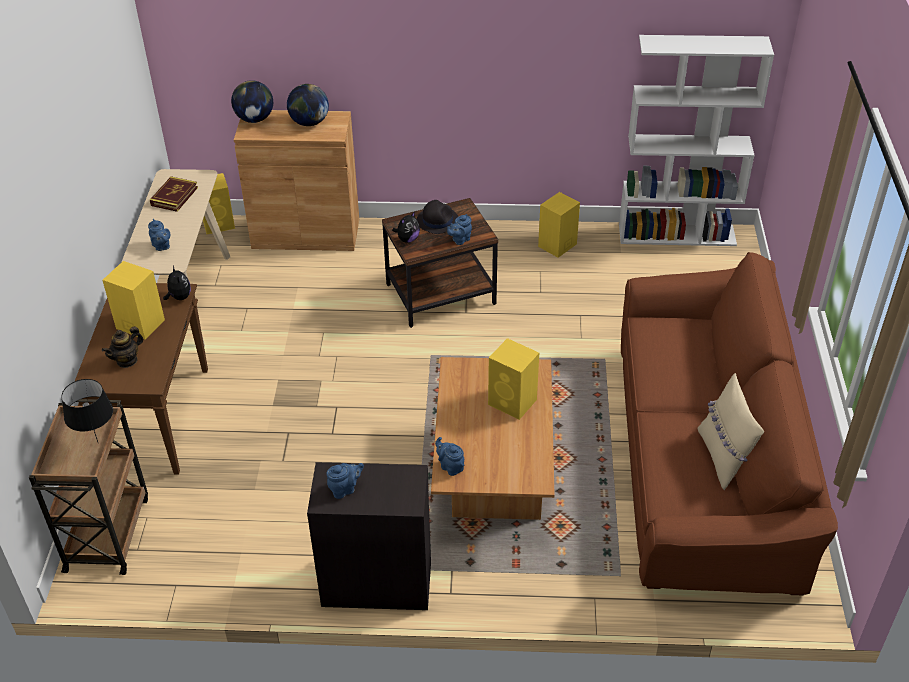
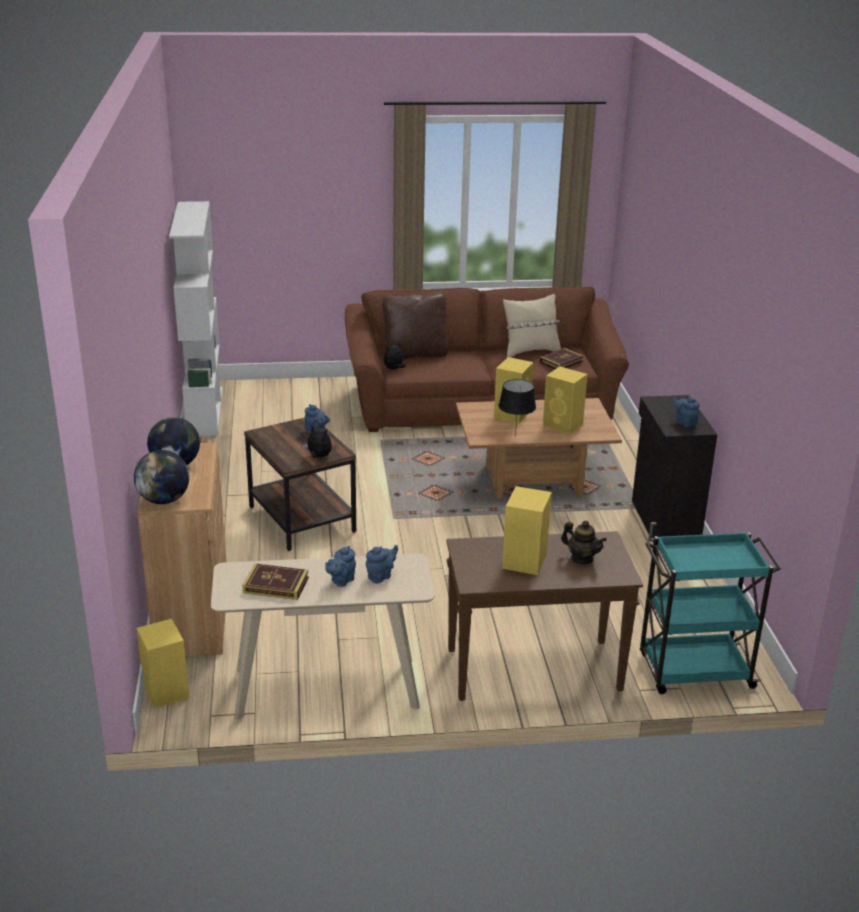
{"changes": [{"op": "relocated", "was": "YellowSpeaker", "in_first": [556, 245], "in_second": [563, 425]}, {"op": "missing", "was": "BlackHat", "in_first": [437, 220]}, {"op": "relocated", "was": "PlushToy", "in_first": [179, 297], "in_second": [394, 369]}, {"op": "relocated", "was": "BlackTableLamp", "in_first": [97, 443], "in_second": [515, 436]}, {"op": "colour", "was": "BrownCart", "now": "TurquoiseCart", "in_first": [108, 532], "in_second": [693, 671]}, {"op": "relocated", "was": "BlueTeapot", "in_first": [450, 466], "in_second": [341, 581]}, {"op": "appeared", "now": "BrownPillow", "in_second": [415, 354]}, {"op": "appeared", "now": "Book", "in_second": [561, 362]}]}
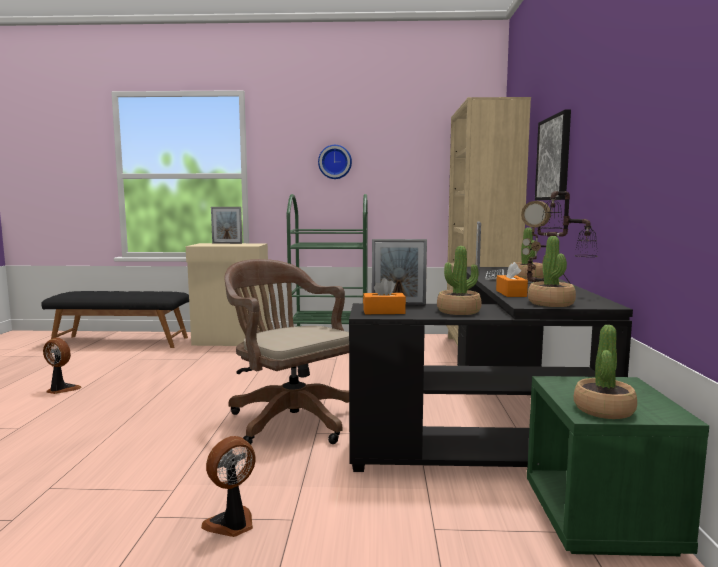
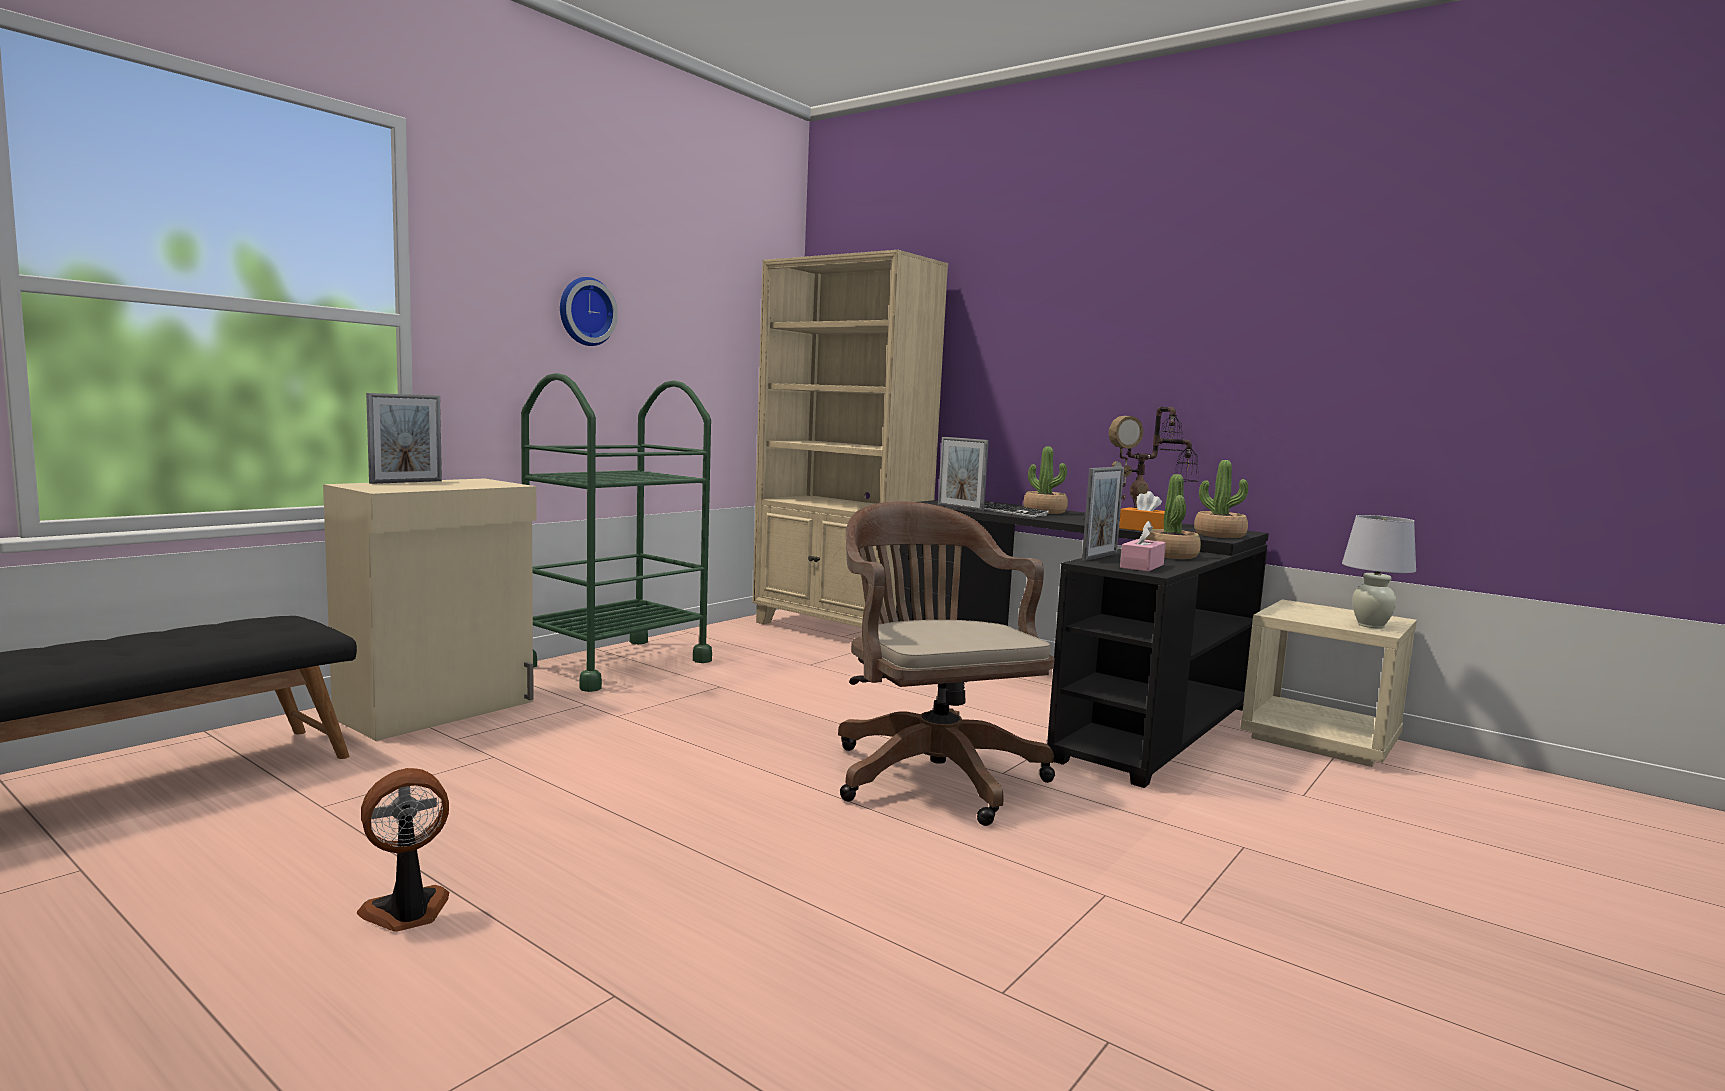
{"changes": [{"op": "missing", "was": "Picture", "in_first": [554, 158]}, {"op": "spun", "was": "BrownOfficeChair", "in_first": [290, 418], "in_second": [931, 772], "clockwise": 75}, {"op": "colour", "was": "OrangeTissueBox", "now": "PinkTissueBox", "in_first": [384, 312], "in_second": [1142, 566]}, {"op": "exchanged", "was": "PottedPlant", "now": "WhiteTableLamp", "in_first": [604, 410], "in_second": [1370, 625]}, {"op": "colour", "was": "GreenNightstand", "now": "BeigeNightstand", "in_first": [601, 520], "in_second": [1321, 739]}, {"op": "missing", "was": "Fan", "in_first": [232, 524]}]}
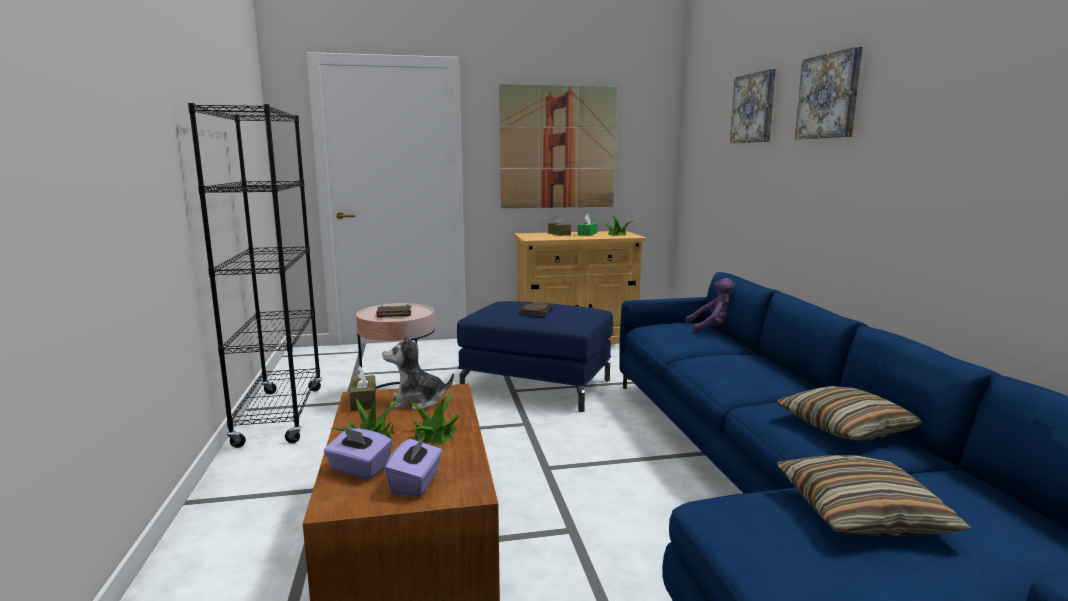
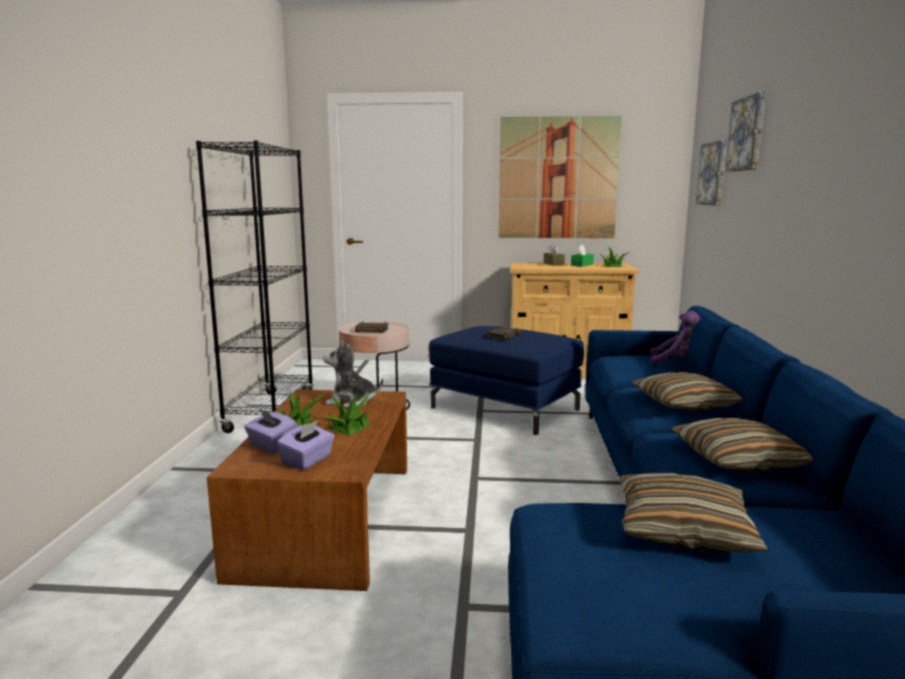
{"changes": [{"op": "relocated", "was": "Picture", "in_first": [829, 96], "in_second": [713, 174]}, {"op": "missing", "was": "BrownTissueBox", "in_first": [363, 401]}, {"op": "appeared", "now": "Pillow", "in_second": [685, 404]}]}
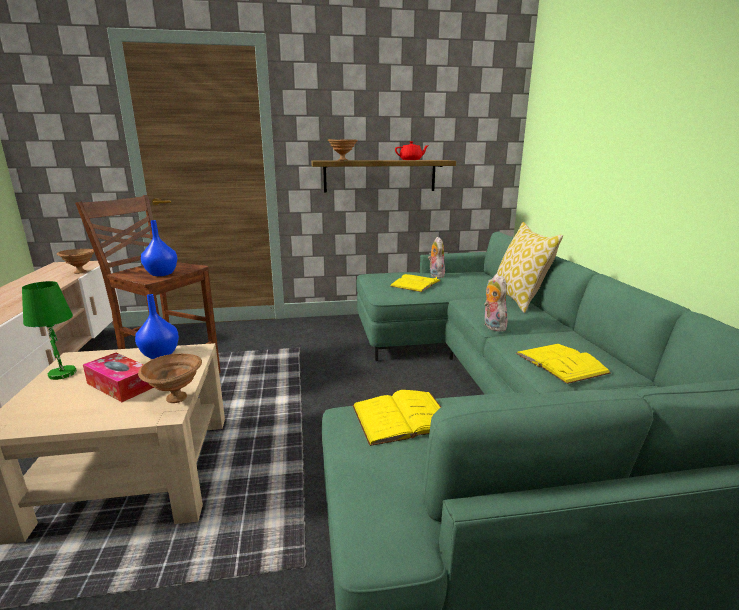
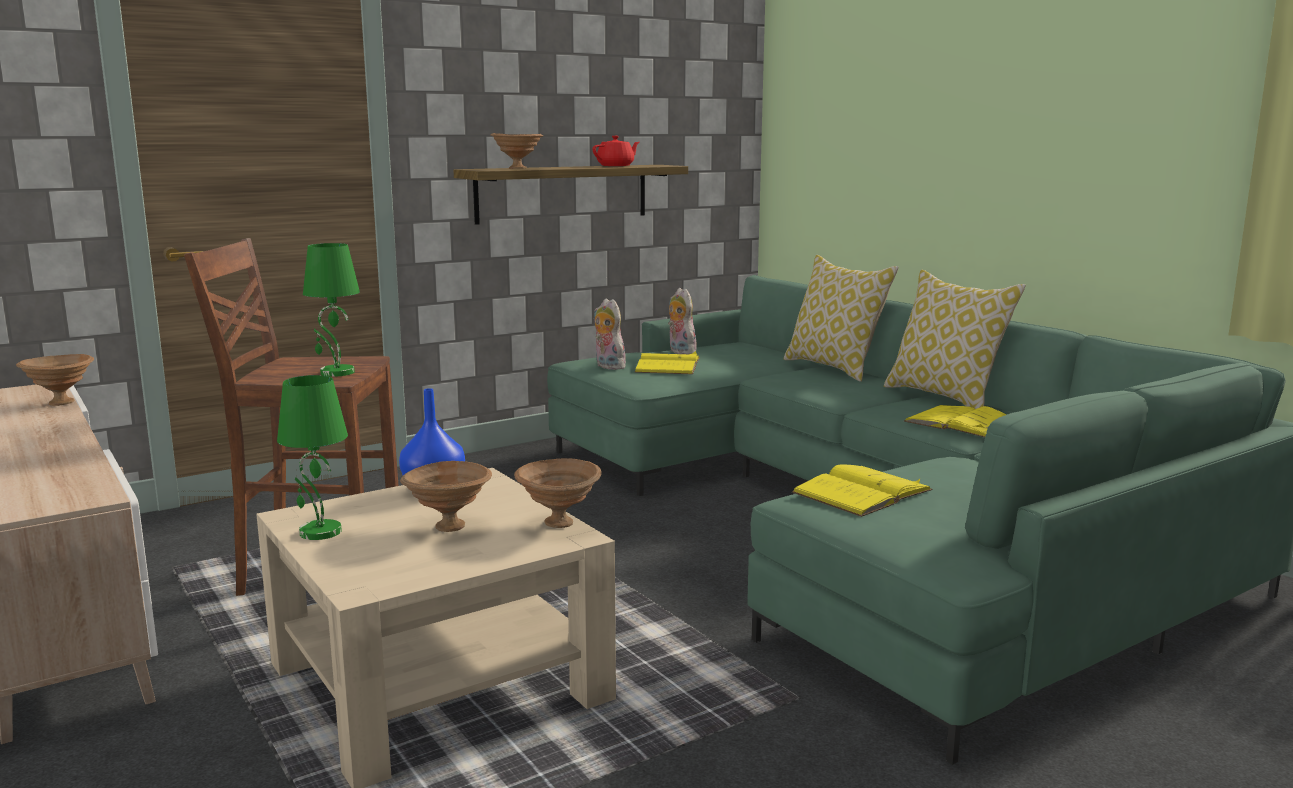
{"changes": [{"op": "exchanged", "was": "BlueVase", "now": "GreenTableLamp", "in_first": [161, 274], "in_second": [336, 373]}, {"op": "relocated", "was": "PlushToy", "in_first": [492, 326], "in_second": [607, 366]}, {"op": "exchanged", "was": "TissueBox", "now": "BrownBowl", "in_first": [120, 385], "in_second": [447, 526]}, {"op": "appeared", "now": "Pillow", "in_second": [945, 397]}]}
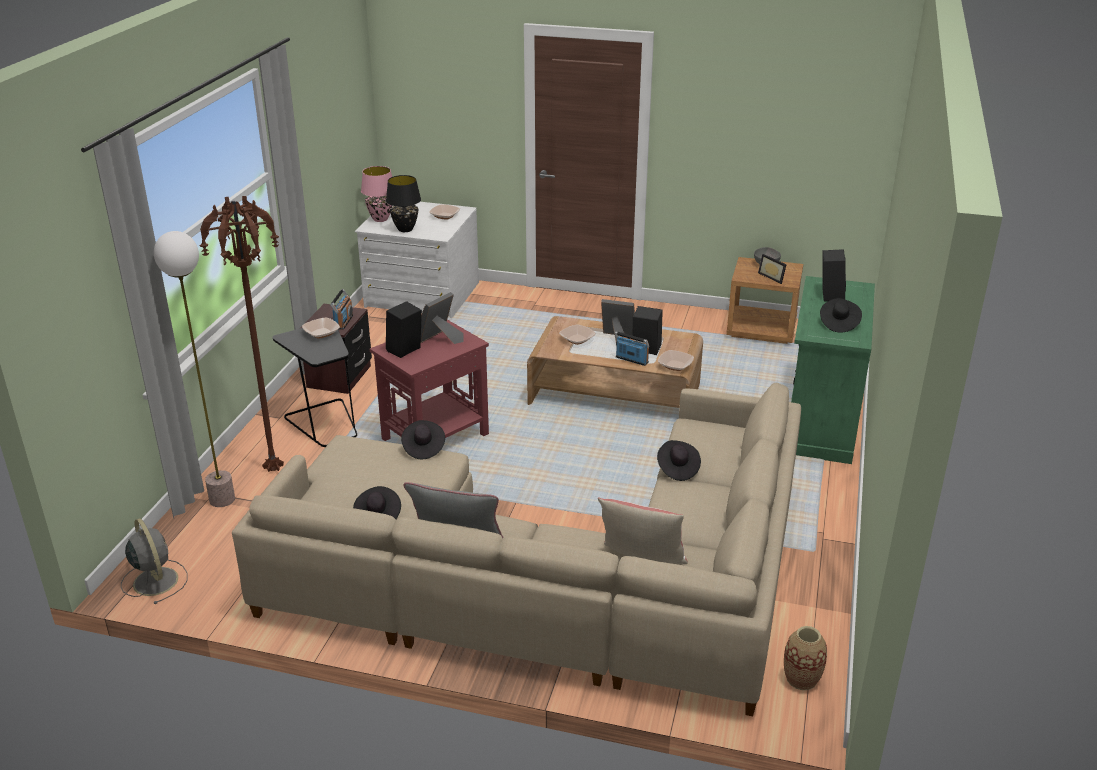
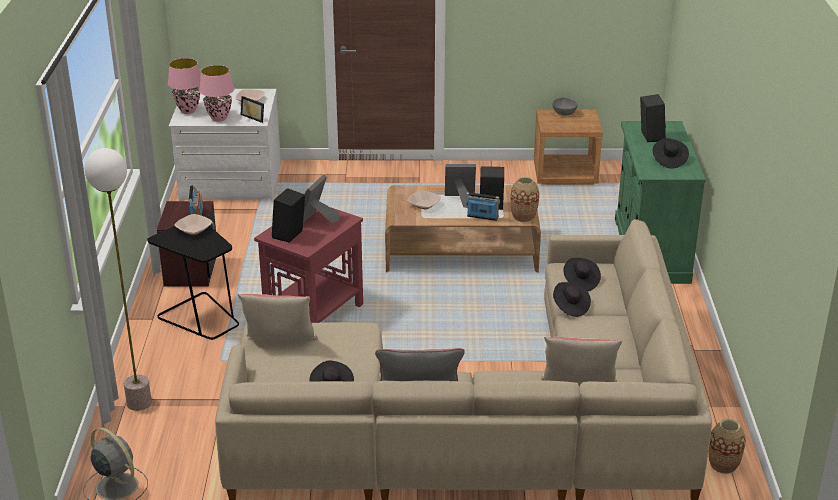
{"changes": [{"op": "colour", "was": "BlackTableLamp", "now": "PinkTableLamp", "in_first": [405, 229], "in_second": [219, 118]}, {"op": "missing", "was": "BrownFloorLamp", "in_first": [276, 470]}, {"op": "relocated", "was": "PictureFrame", "in_first": [773, 277], "in_second": [255, 117]}, {"op": "exchanged", "was": "Bowl", "now": "Vase", "in_first": [675, 365], "in_second": [523, 217]}, {"op": "relocated", "was": "BlackHat", "in_first": [423, 448], "in_second": [580, 282]}, {"op": "appeared", "now": "Pillow", "in_second": [280, 343]}]}
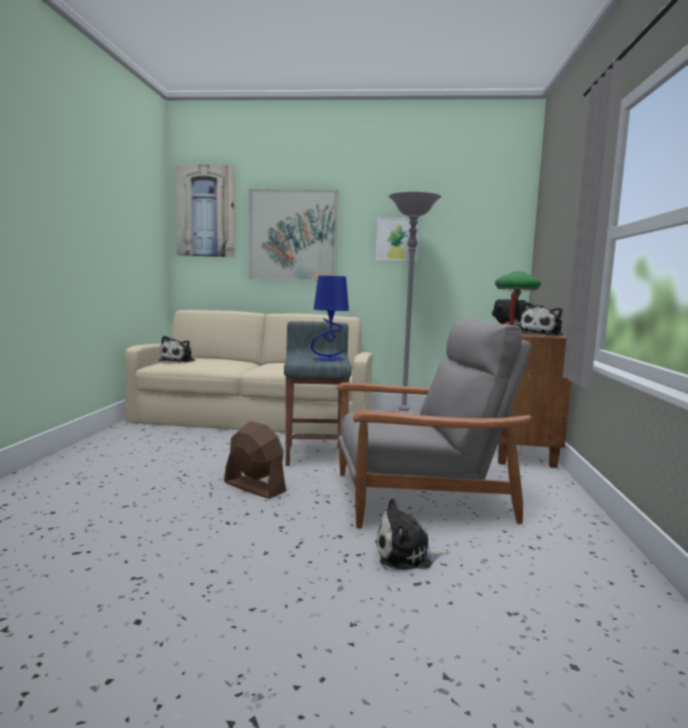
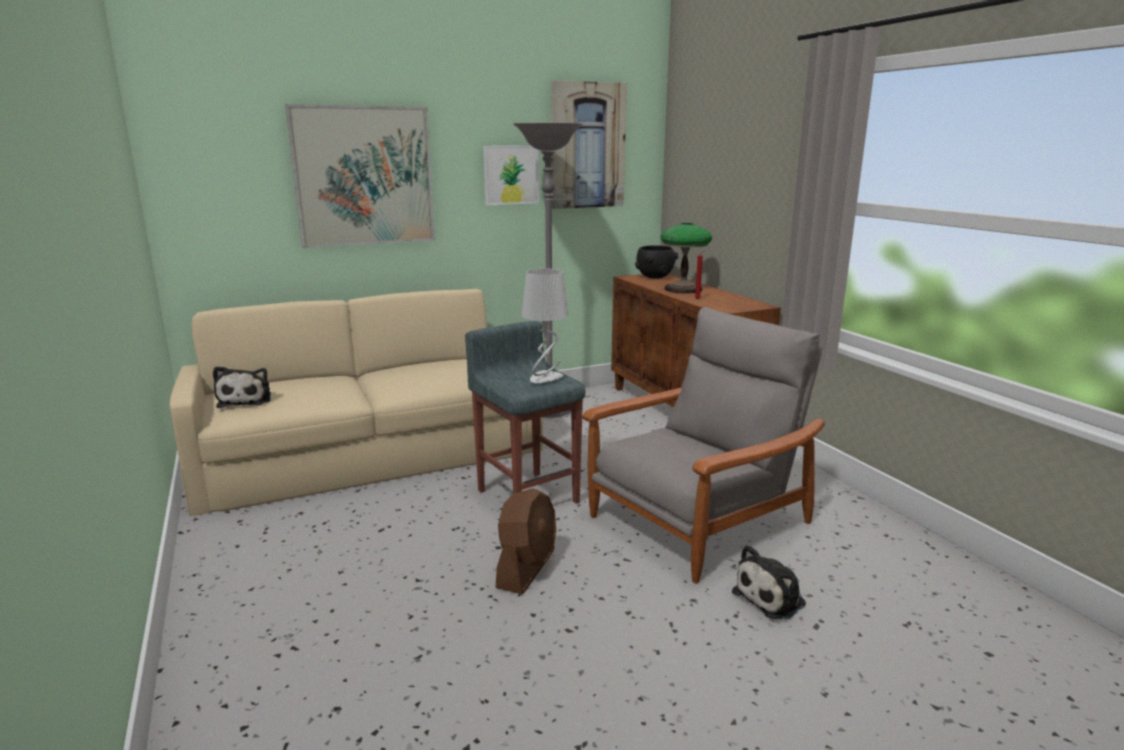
{"changes": [{"op": "relocated", "was": "Picture", "in_first": [206, 211], "in_second": [587, 146]}, {"op": "colour", "was": "BlueTableLamp", "now": "GreyTableLamp", "in_first": [328, 360], "in_second": [545, 378]}, {"op": "missing", "was": "PlushToy", "in_first": [542, 334]}, {"op": "spun", "was": "BrownFan", "in_first": [254, 487], "in_second": [526, 568], "clockwise": 105}]}
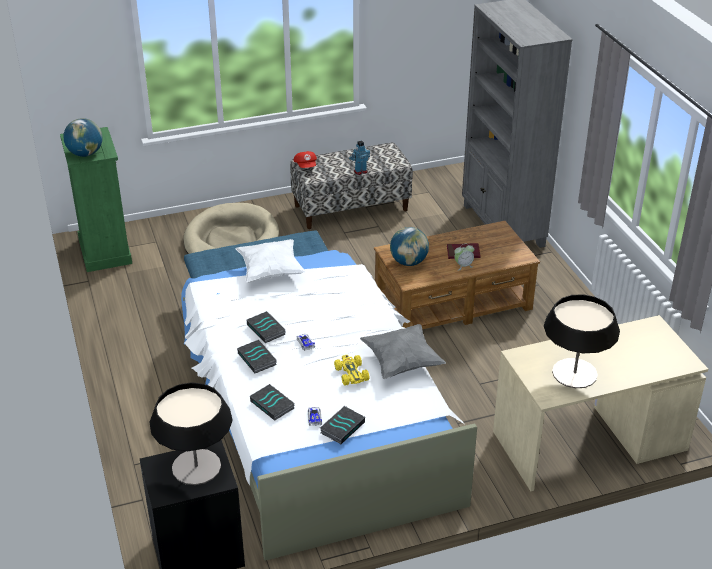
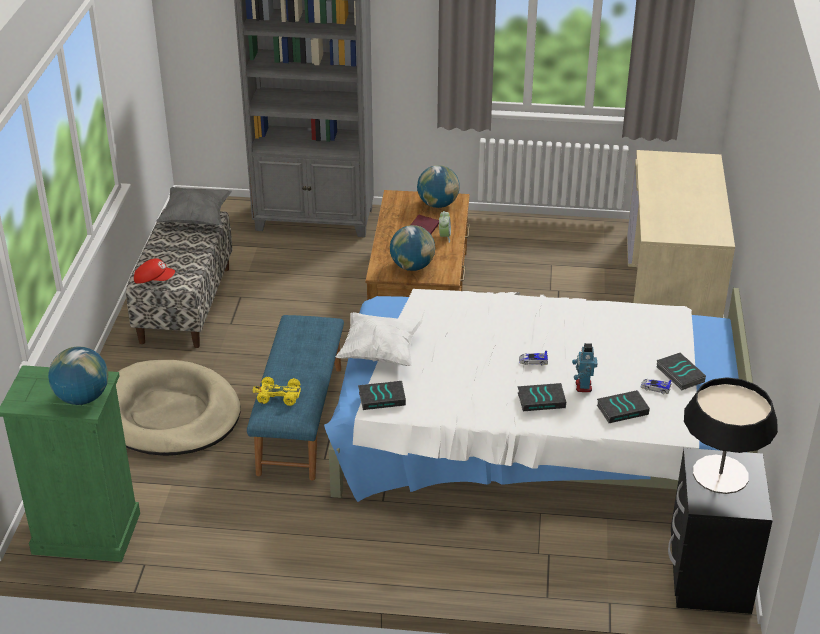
{"changes": [{"op": "relocated", "was": "ToyRobot", "in_first": [360, 171], "in_second": [583, 386]}, {"op": "missing", "was": "TableLamp", "in_first": [574, 373]}, {"op": "relocated", "was": "Book", "in_first": [267, 329], "in_second": [382, 398]}, {"op": "relocated", "was": "GreyPillow", "in_first": [402, 362], "in_second": [196, 218]}, {"op": "relocated", "was": "YellowToyCar", "in_first": [351, 373], "in_second": [278, 396]}, {"op": "appeared", "now": "Globe", "in_second": [438, 204]}]}
